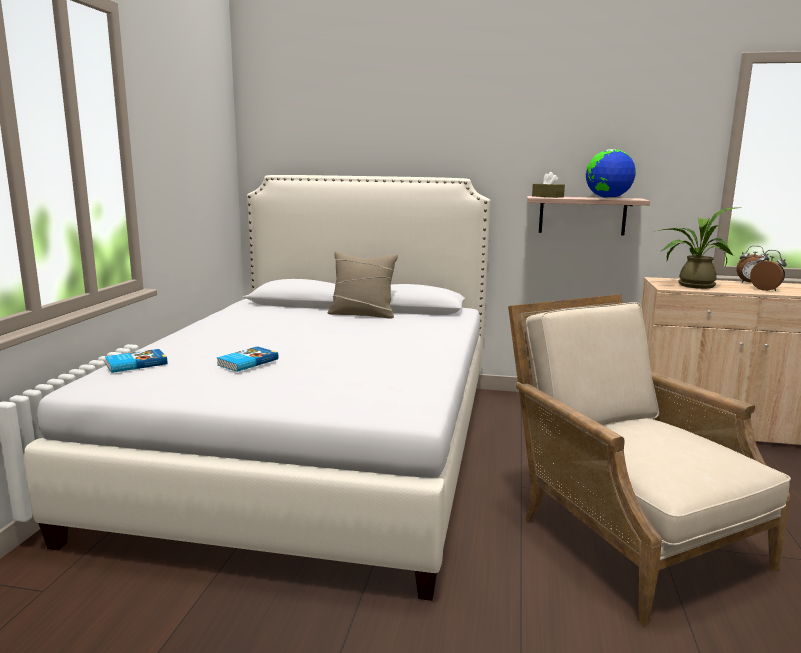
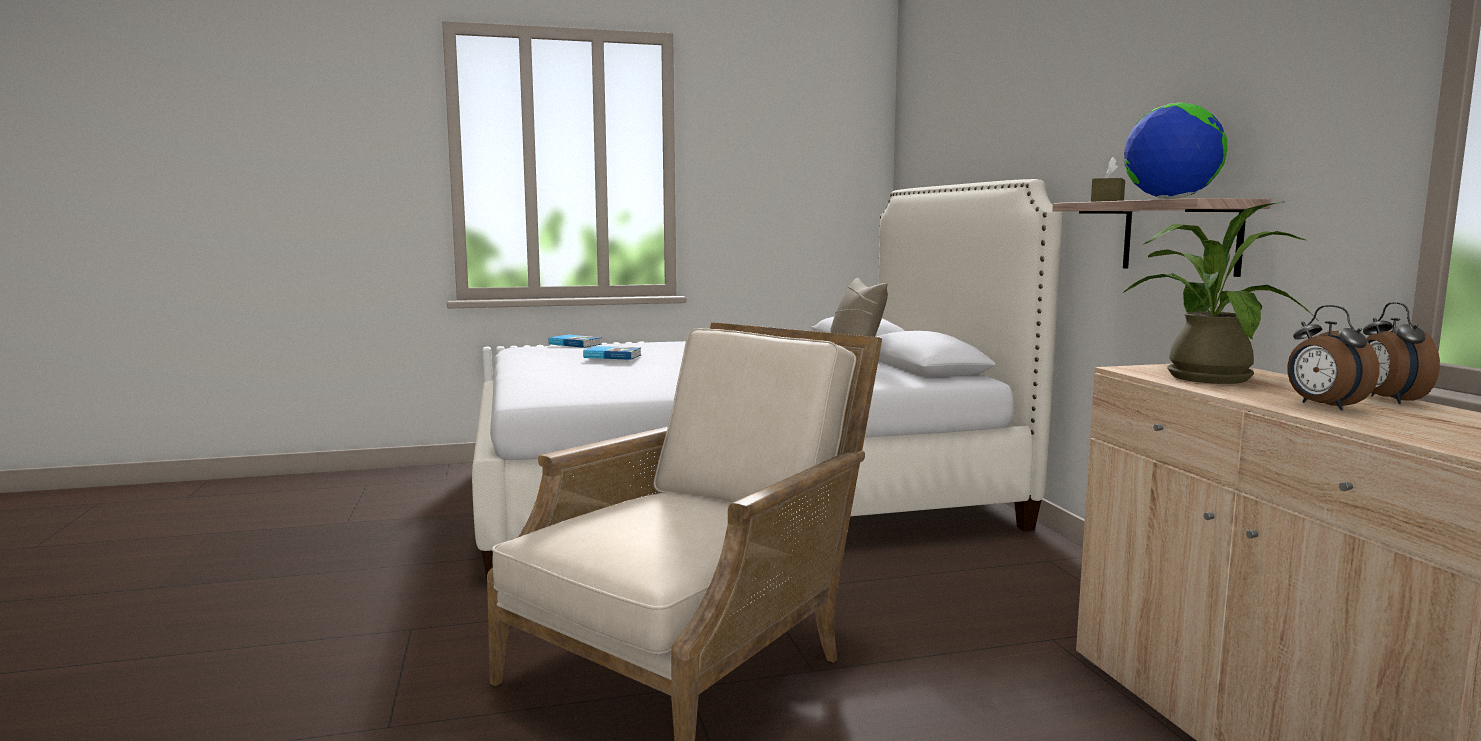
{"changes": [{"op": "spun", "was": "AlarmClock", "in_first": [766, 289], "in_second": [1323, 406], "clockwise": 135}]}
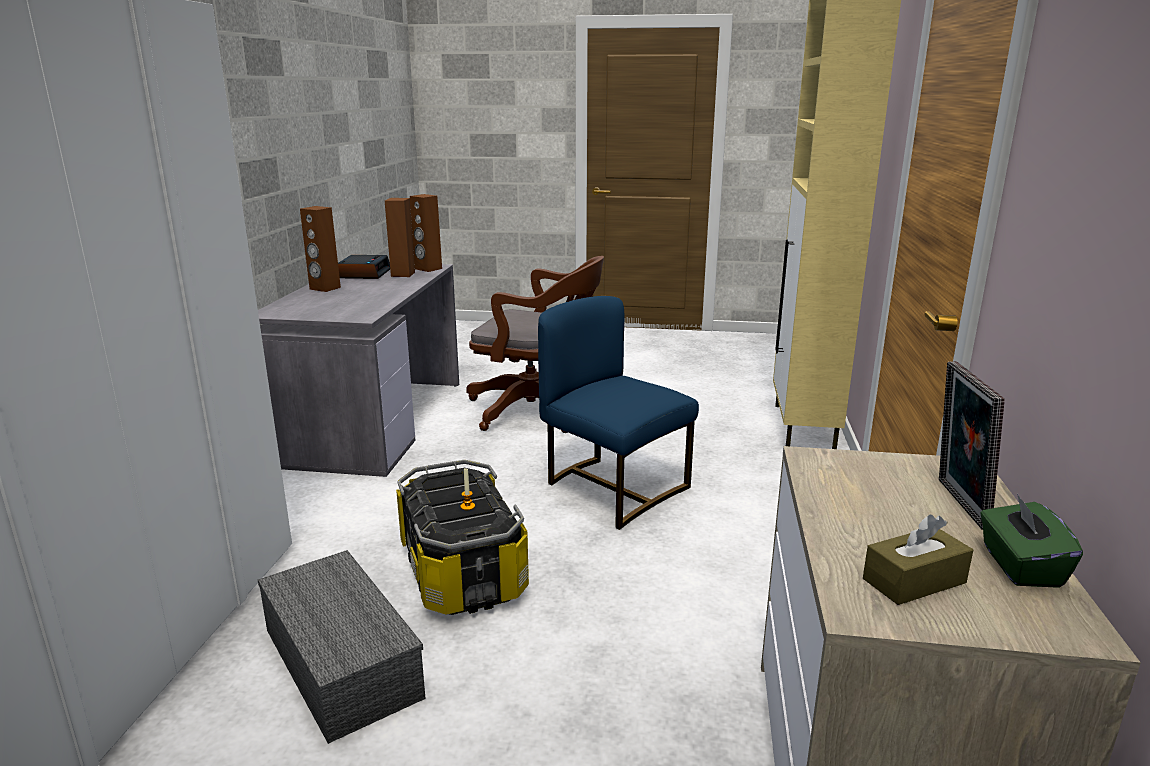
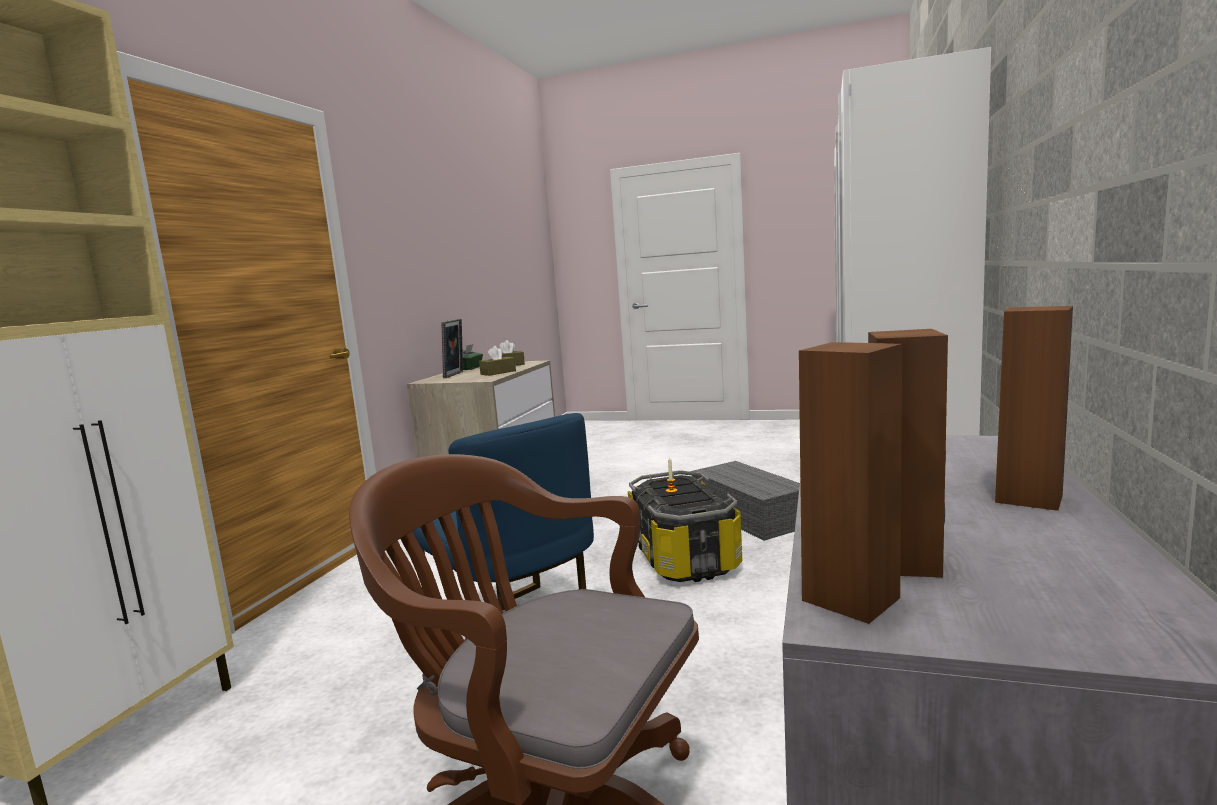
{"changes": [{"op": "missing", "was": "AlarmClock", "in_first": [363, 273]}, {"op": "appeared", "now": "BrownTissueBox", "in_second": [498, 372]}]}
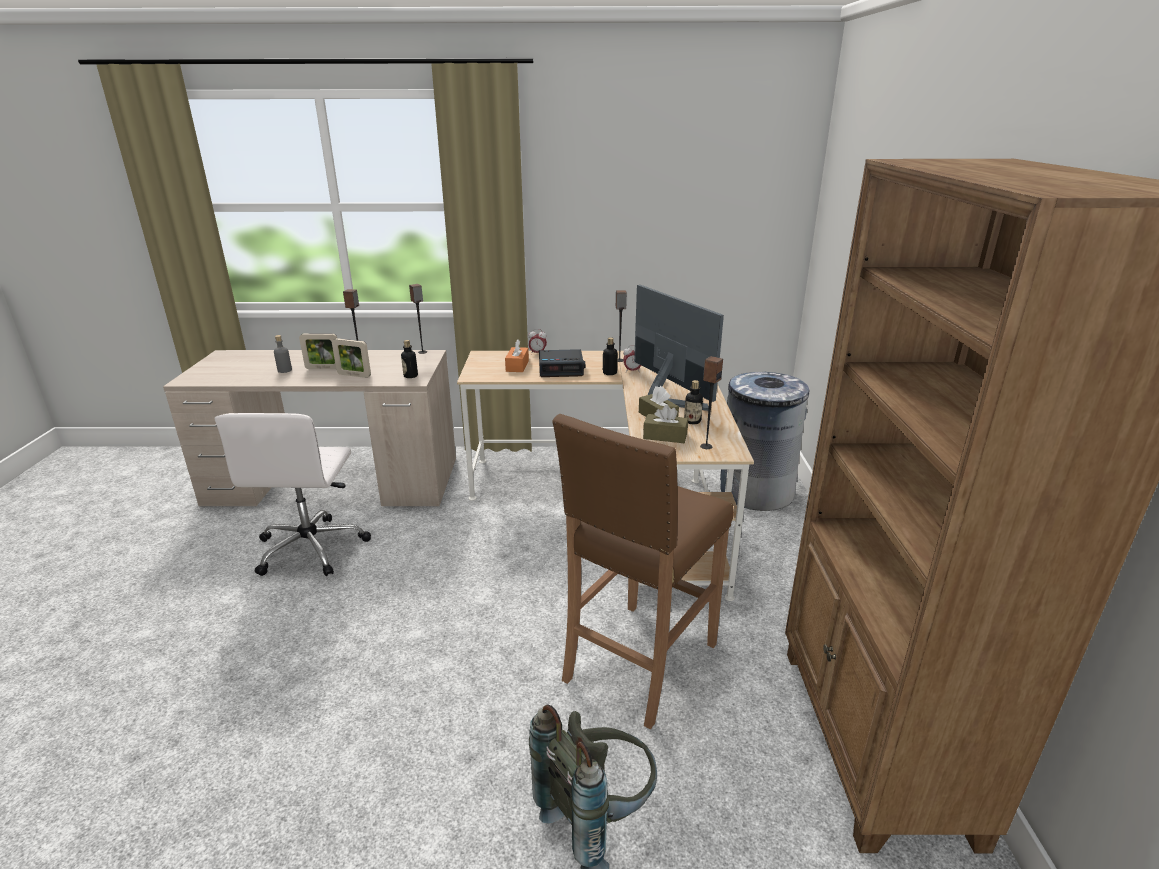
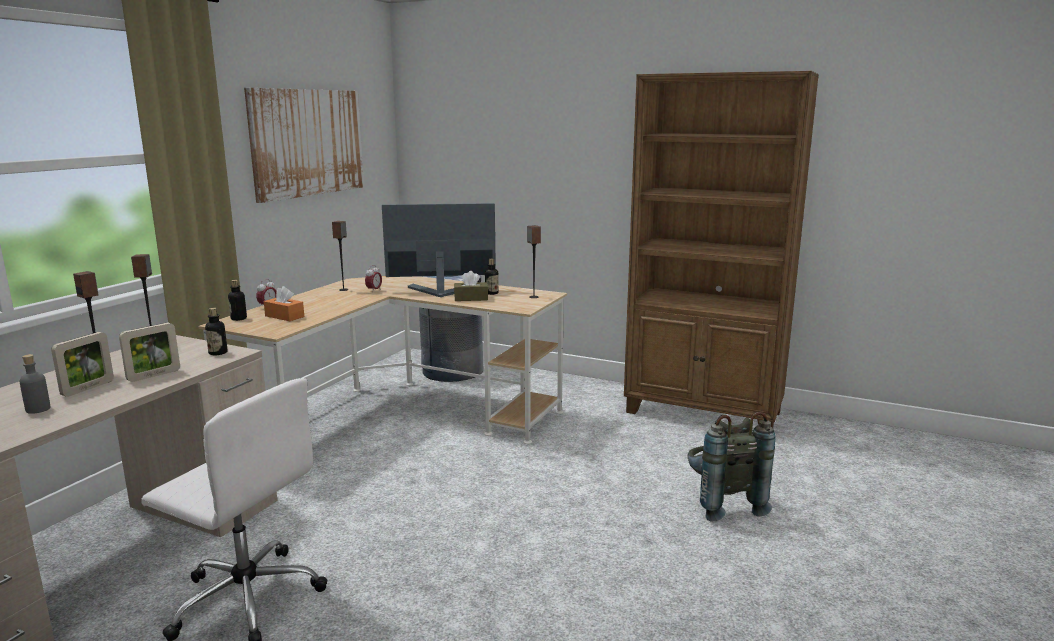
{"changes": [{"op": "relocated", "was": "Bottle", "in_first": [609, 373], "in_second": [238, 318]}, {"op": "missing", "was": "AlarmClock", "in_first": [561, 369]}, {"op": "missing", "was": "BrownTissueBox", "in_first": [665, 436]}, {"op": "missing", "was": "BrownStool", "in_first": [639, 662]}, {"op": "appeared", "now": "Picture", "in_second": [308, 142]}]}
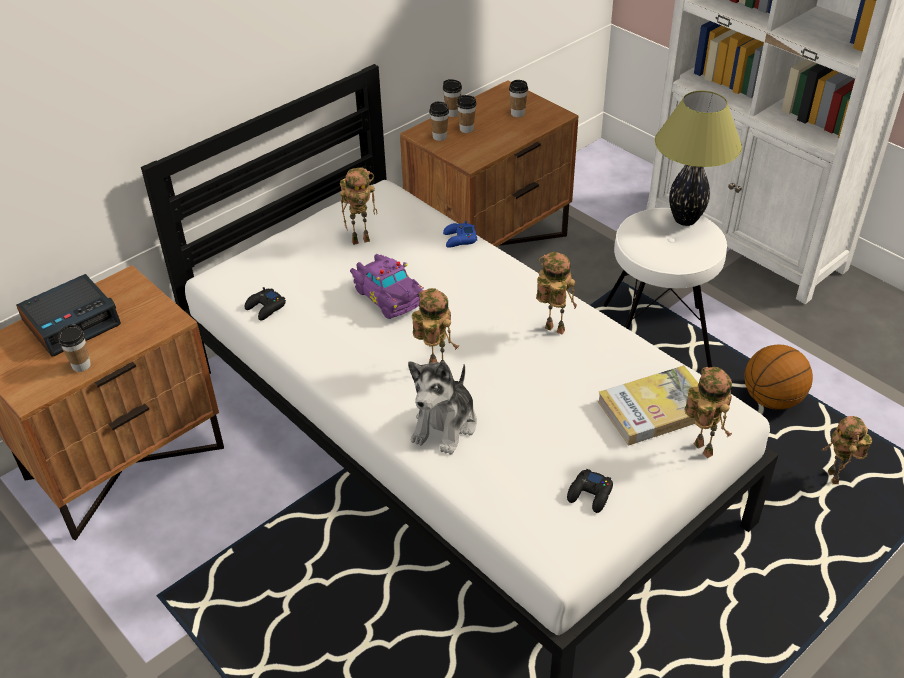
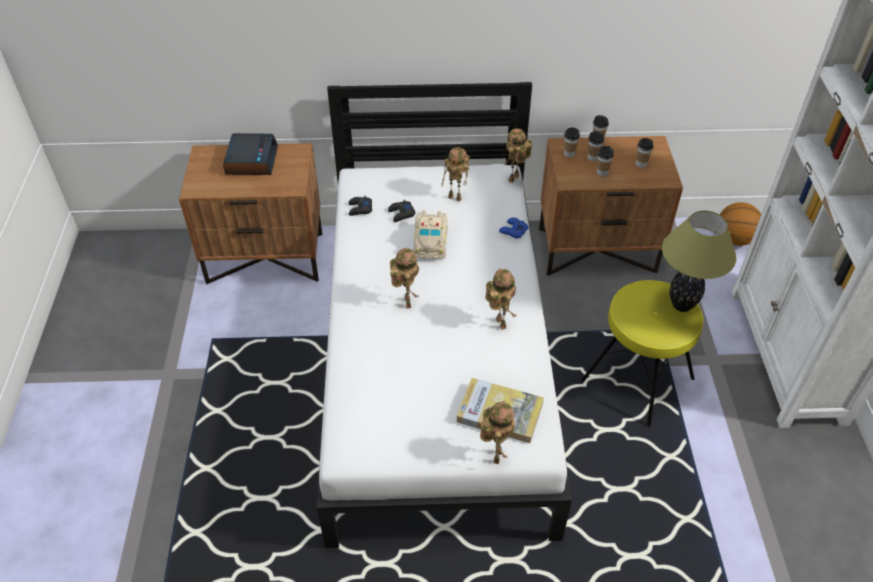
{"changes": [{"op": "colour", "was": "WhiteStool", "now": "YellowStool", "in_first": [656, 337], "in_second": [638, 379]}, {"op": "colour", "was": "PurpleToyCar", "now": "BeigeToyCar", "in_first": [388, 294], "in_second": [431, 241]}, {"op": "spun", "was": "AlarmClock", "in_first": [72, 322], "in_second": [251, 160], "clockwise": -90}, {"op": "relocated", "was": "Cup", "in_first": [81, 365], "in_second": [602, 172]}, {"op": "relocated", "was": "Basketball", "in_first": [772, 399], "in_second": [734, 239]}, {"op": "missing", "was": "PlushToy", "in_first": [445, 425]}, {"op": "relocated", "was": "ToyRobot", "in_first": [835, 479], "in_second": [514, 179]}, {"op": "relocated", "was": "BlackGameController", "in_first": [590, 494], "in_second": [401, 214]}]}
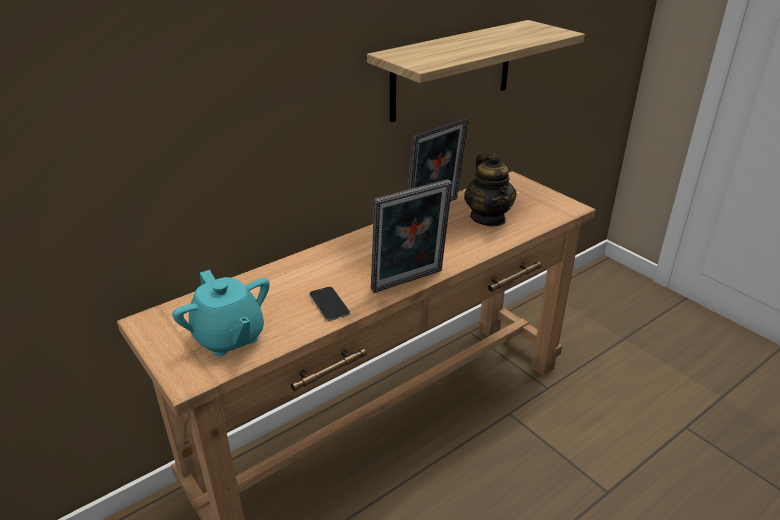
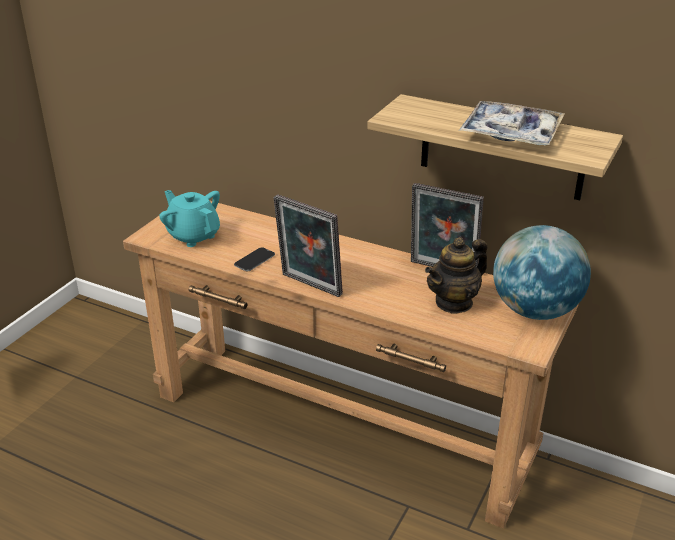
{"changes": [{"op": "spun", "was": "TurquoiseTeapot", "in_first": [229, 337], "in_second": [193, 235], "clockwise": 105}, {"op": "appeared", "now": "Tray", "in_second": [511, 133]}, {"op": "appeared", "now": "Globe", "in_second": [535, 310]}]}
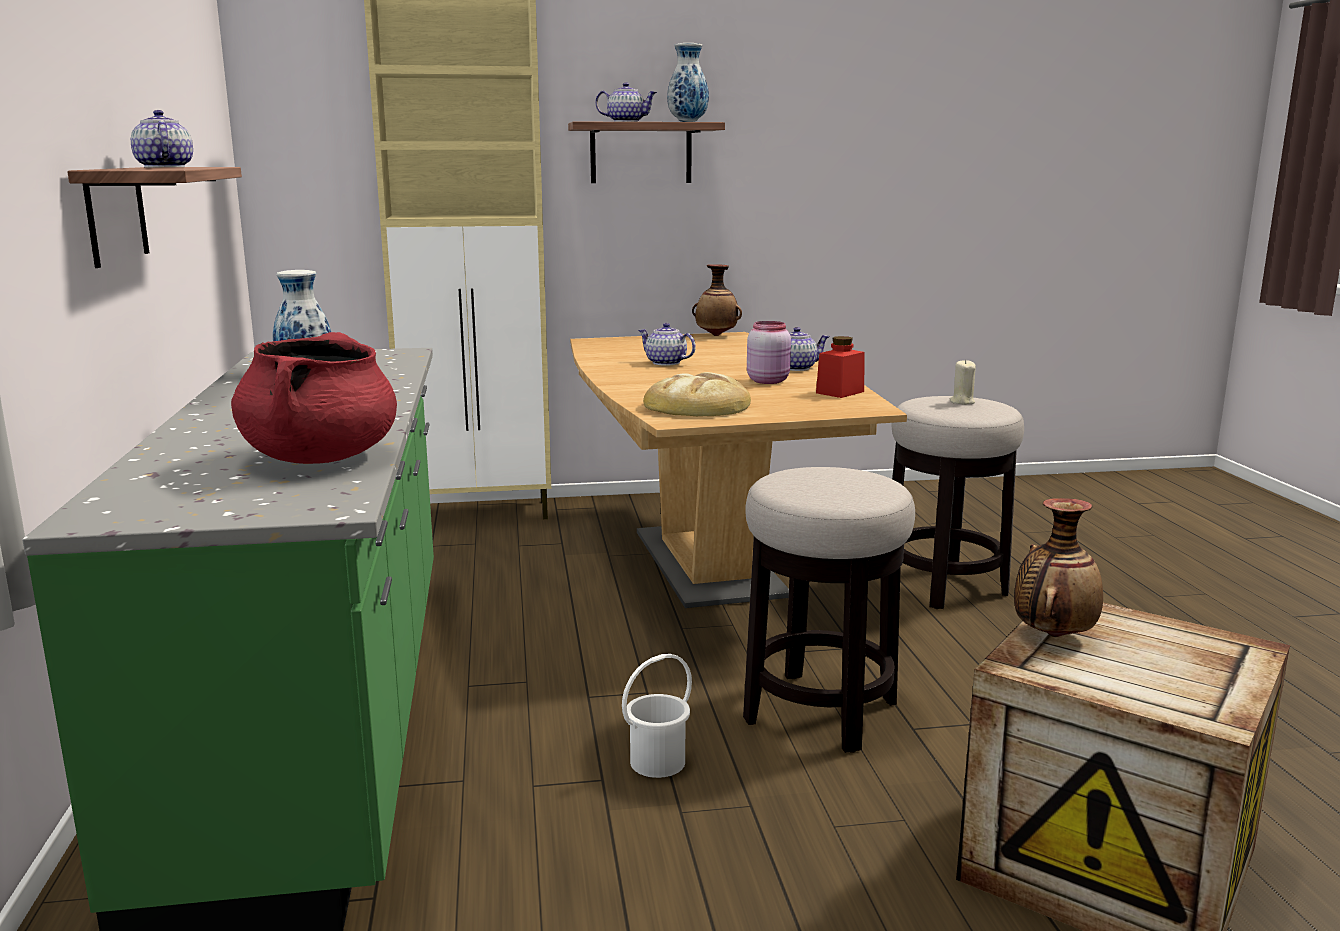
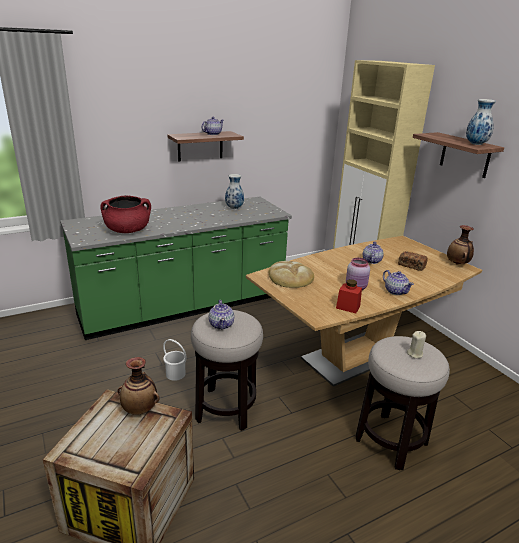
{"changes": [{"op": "relocated", "was": "Teapot", "in_first": [626, 122], "in_second": [221, 324]}, {"op": "appeared", "now": "Bread", "in_second": [411, 266]}]}
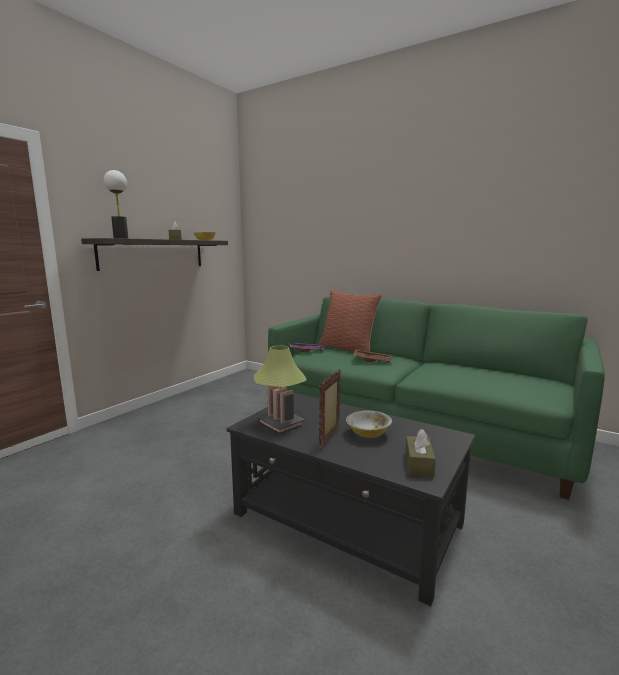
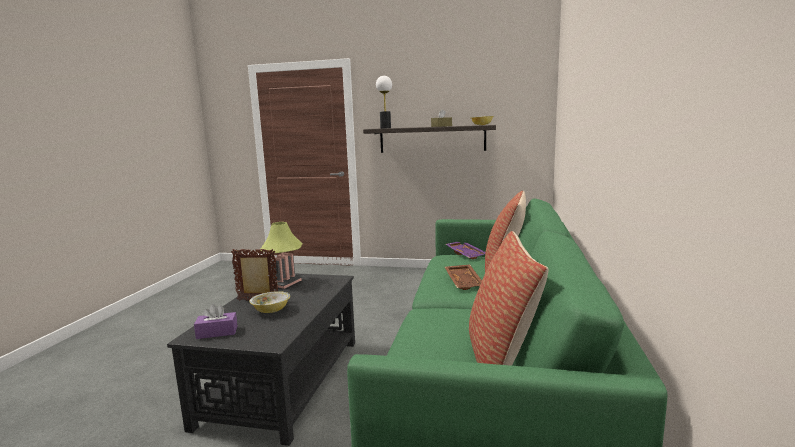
{"changes": [{"op": "colour", "was": "BrownTissueBox", "now": "PurpleTissueBox", "in_first": [419, 464], "in_second": [217, 332]}, {"op": "appeared", "now": "Pillow", "in_second": [501, 360]}]}
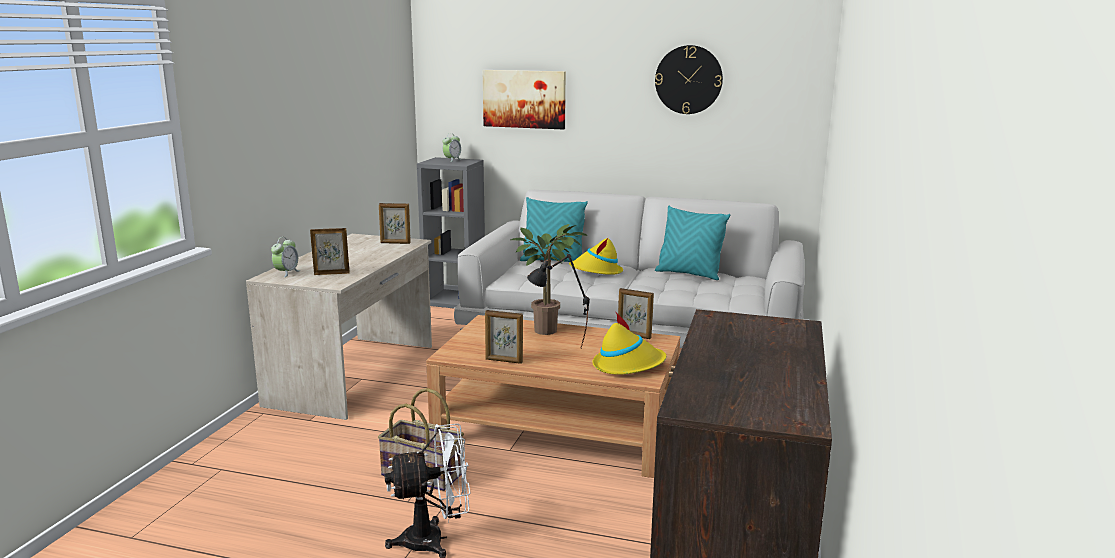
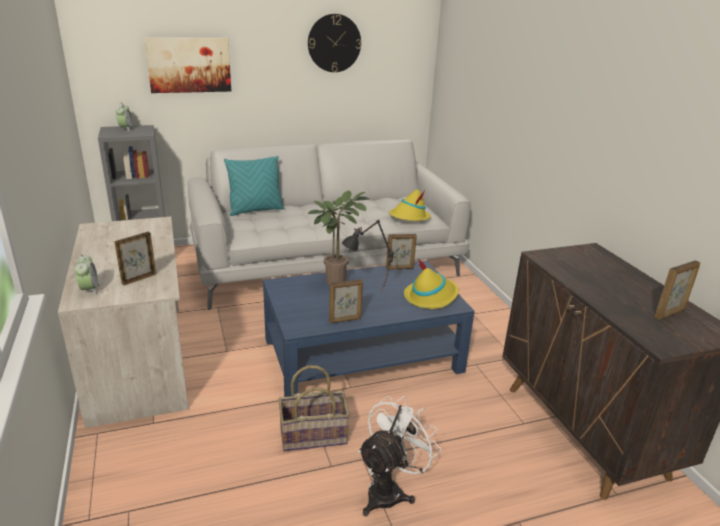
{"changes": [{"op": "relocated", "was": "PictureFrame", "in_first": [395, 243], "in_second": [669, 314]}, {"op": "missing", "was": "TurquoisePillow", "in_first": [689, 274]}, {"op": "relocated", "was": "YellowHat", "in_first": [596, 271], "in_second": [409, 217]}, {"op": "colour", "was": "BrownCoffeeTable", "now": "BlueCoffeeTable", "in_first": [559, 428], "in_second": [363, 355]}]}
